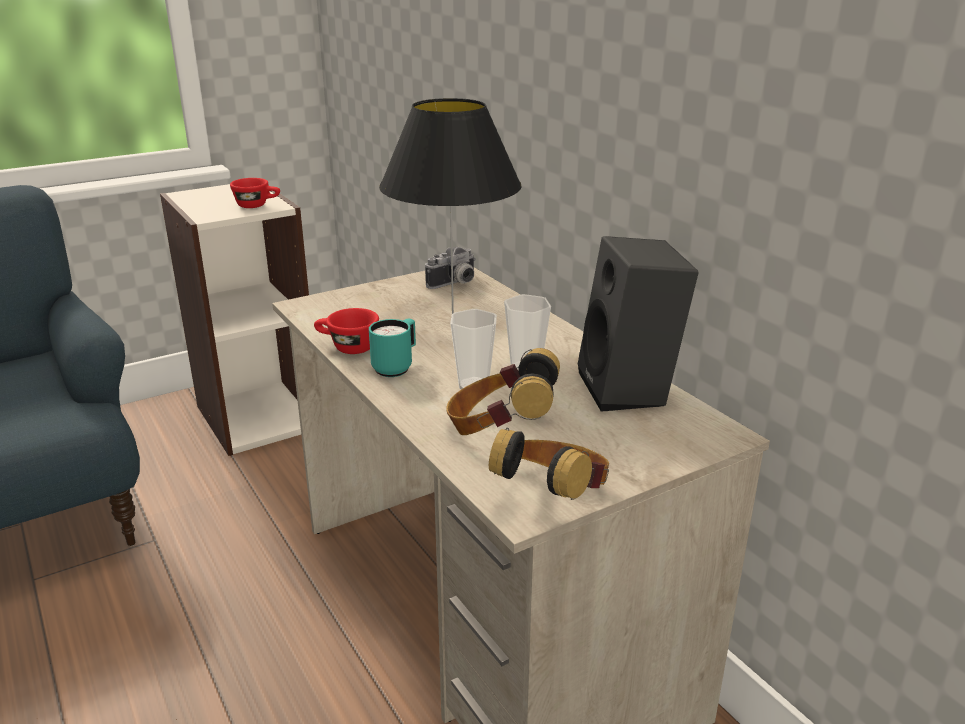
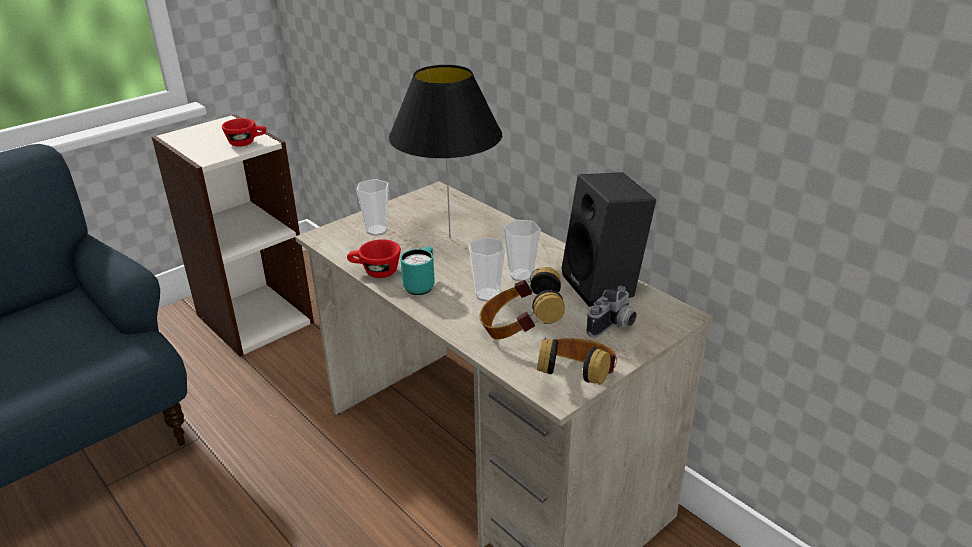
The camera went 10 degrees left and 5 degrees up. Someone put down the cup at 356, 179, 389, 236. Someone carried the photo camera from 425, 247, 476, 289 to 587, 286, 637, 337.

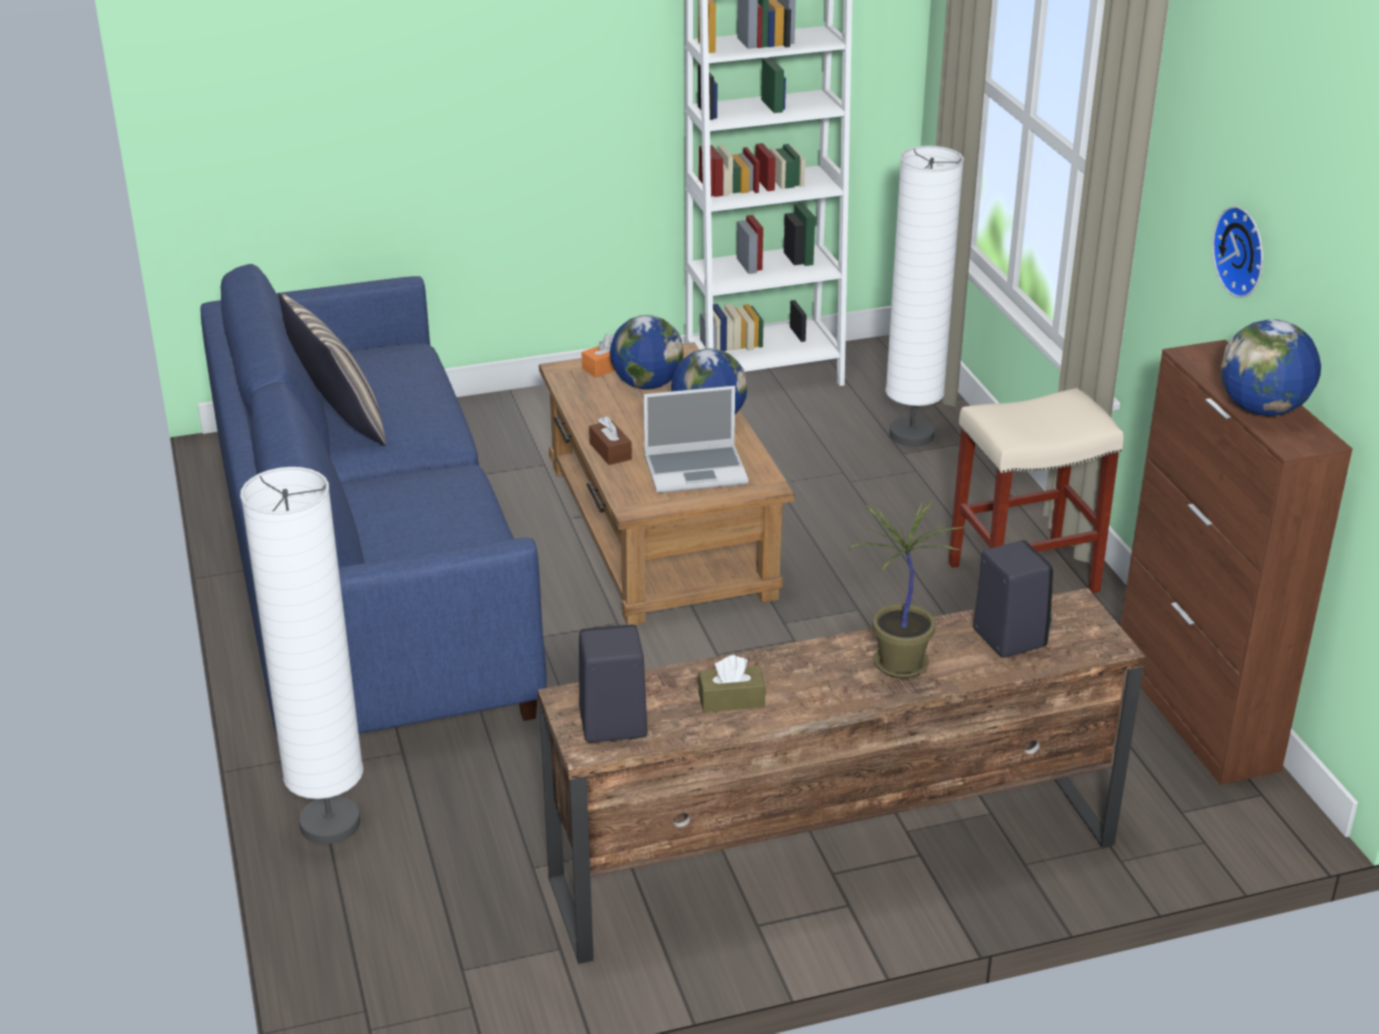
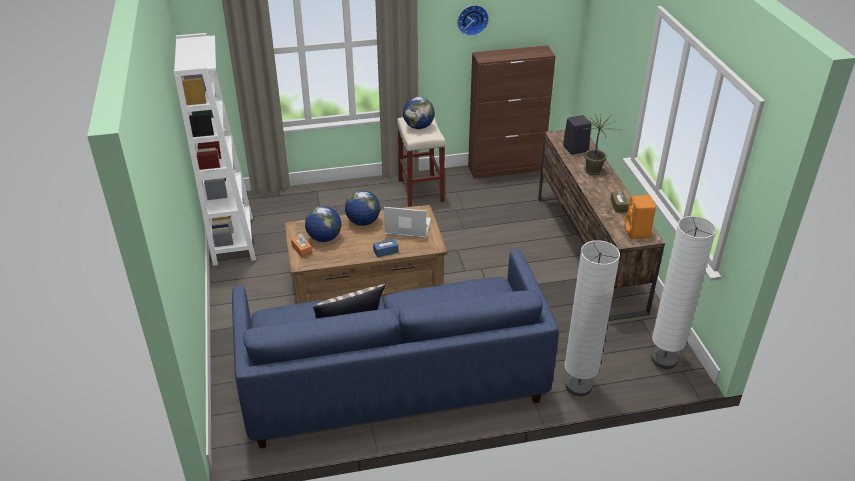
The camera went 85 degrees left and 5 degrees up. Someone carried the white floor lamp from 886, 146, 964, 446 to 652, 216, 716, 369. Someone carried the globe from 1221, 319, 1321, 416 to 403, 97, 435, 129. Someone repainted the black speaker at 579, 624, 647, 743, which became the orange speaker at 625, 195, 656, 239. Someone repainted the brown tissue box at 589, 416, 632, 465, which became the blue tissue box at 373, 237, 398, 258. Someone rotated the laptop at 644, 386, 749, 493 by 75 degrees counterclockwise.

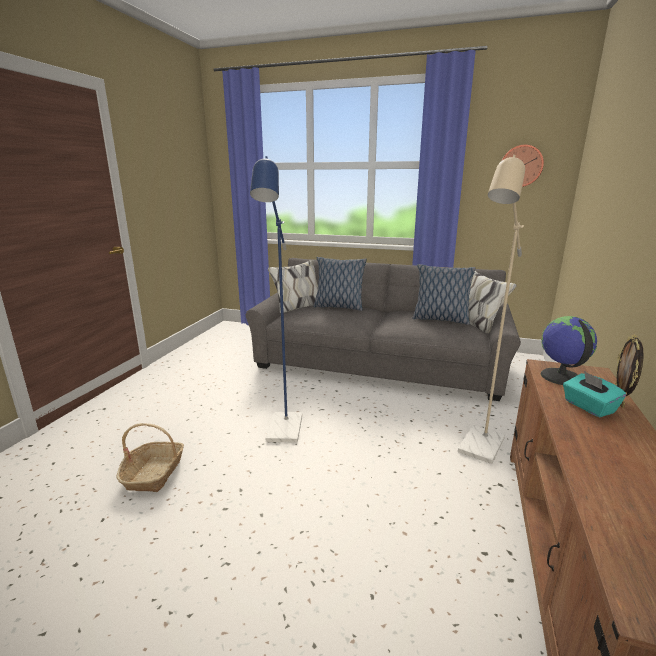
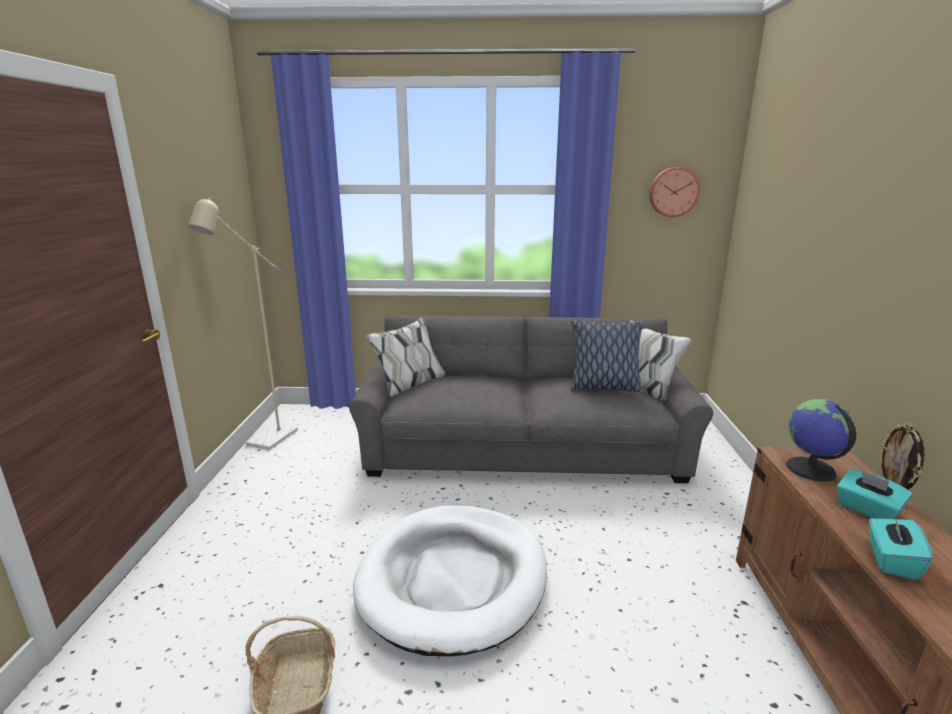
The camera went 15 degrees left and 0 degrees up. Someone took away the pillow at 313, 257, 366, 311. Someone put down the turquoise tissue box at 869, 512, 933, 580. Someone carried the beige floor lamp from 458, 155, 525, 464 to 188, 197, 298, 450. Someone swapped the blue floor lamp at 250, 156, 302, 443 for the white dog bed at 353, 505, 547, 656.

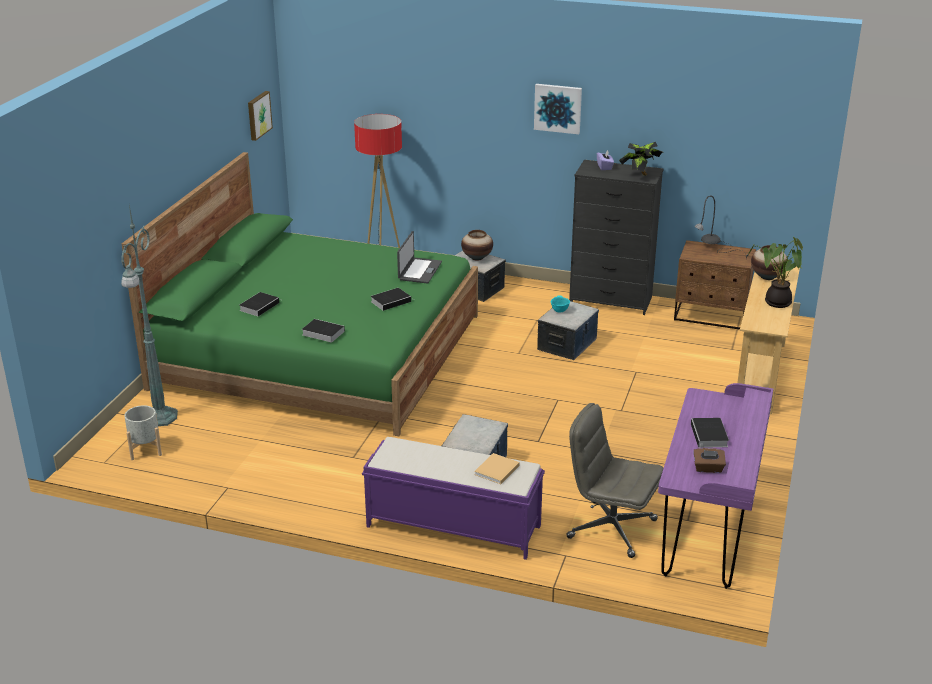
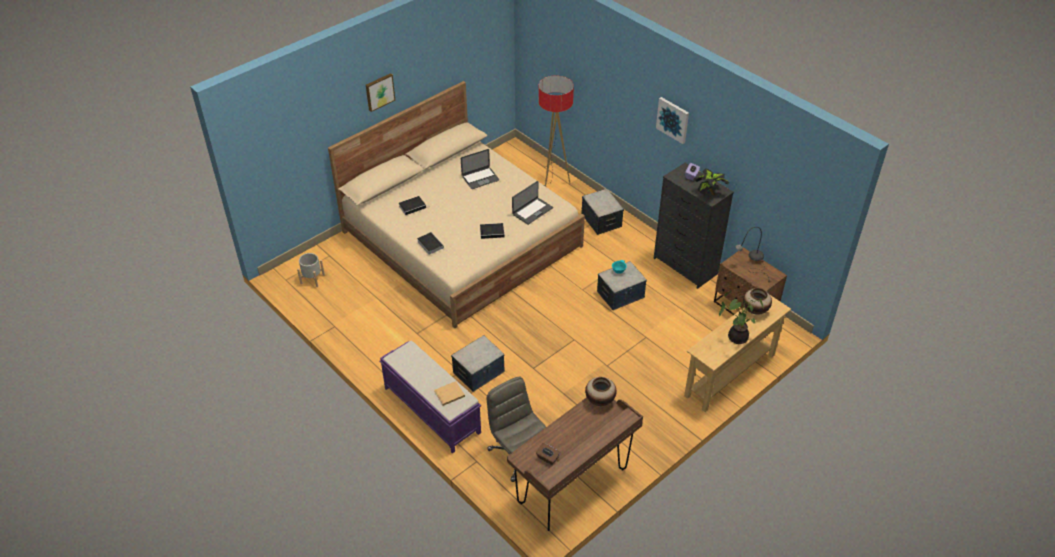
The camera went 30 degrees right and 15 degrees up. Someone took away the green floor lamp at 121, 205, 178, 426. Someone took away the book at 691, 418, 729, 448. Someone put down the laptop at 461, 149, 499, 189. Someone carried the picture from 248, 91, 273, 141 to 366, 73, 395, 112. Someone carried the vase from 461, 230, 493, 261 to 585, 377, 617, 406. Someone repainted the green bed at 122, 152, 478, 436, which became the beige bed at 328, 81, 585, 328. Someone repainted the purple desk at 658, 383, 773, 589, which became the brown desk at 507, 397, 643, 531.

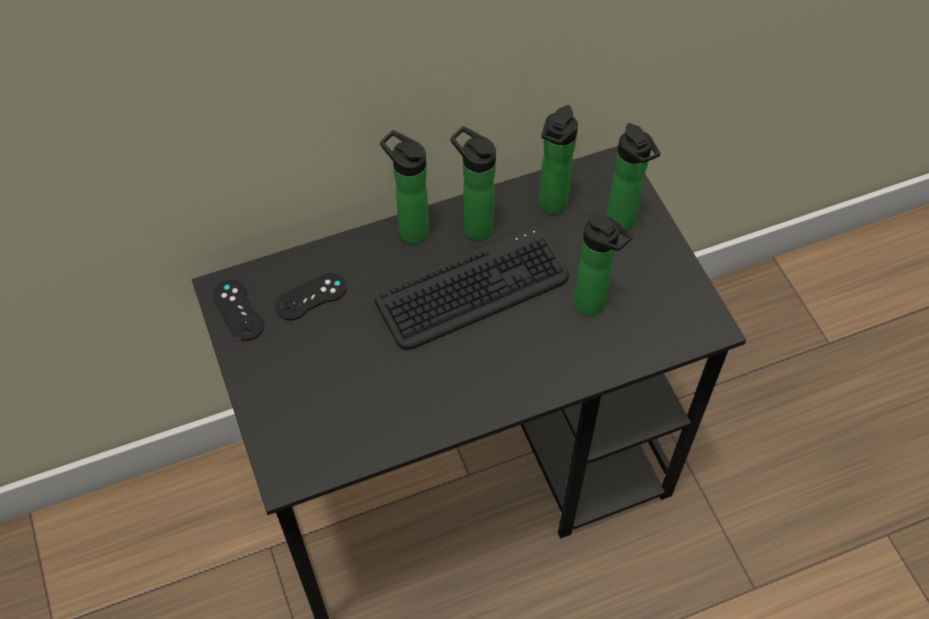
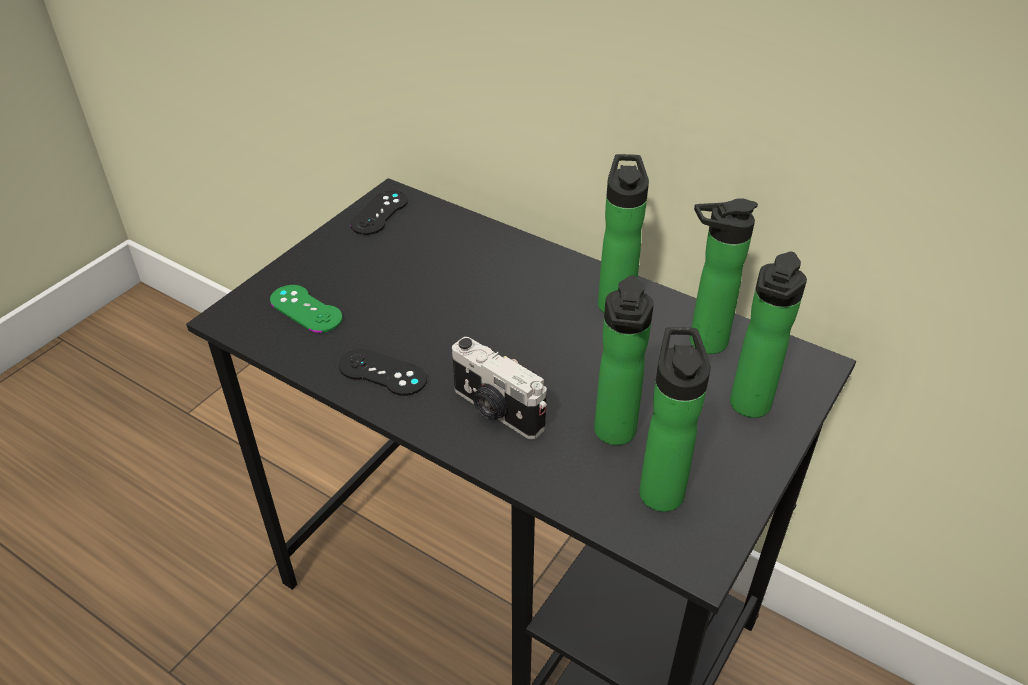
The camera went 55 degrees right and 15 degrees down. Someone took away the keyboard at 374, 226, 569, 350. Someone put down the green game controller at 270, 285, 343, 333. Someone put down the photo camera at 452, 337, 547, 439. Someone carried the black game controller from 275, 273, 347, 320 to 339, 349, 427, 396. Someone carried the bottle from 380, 130, 429, 244 to 639, 327, 711, 512.

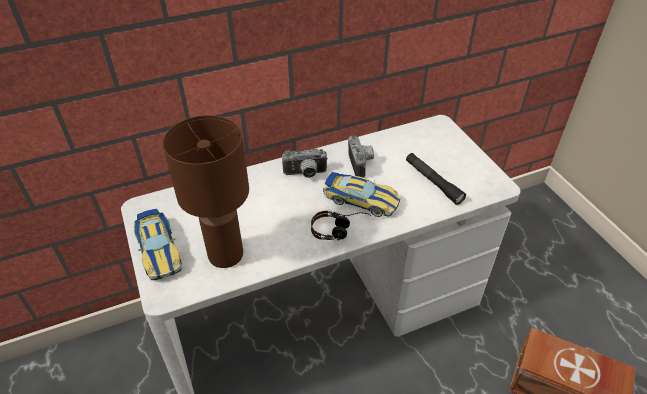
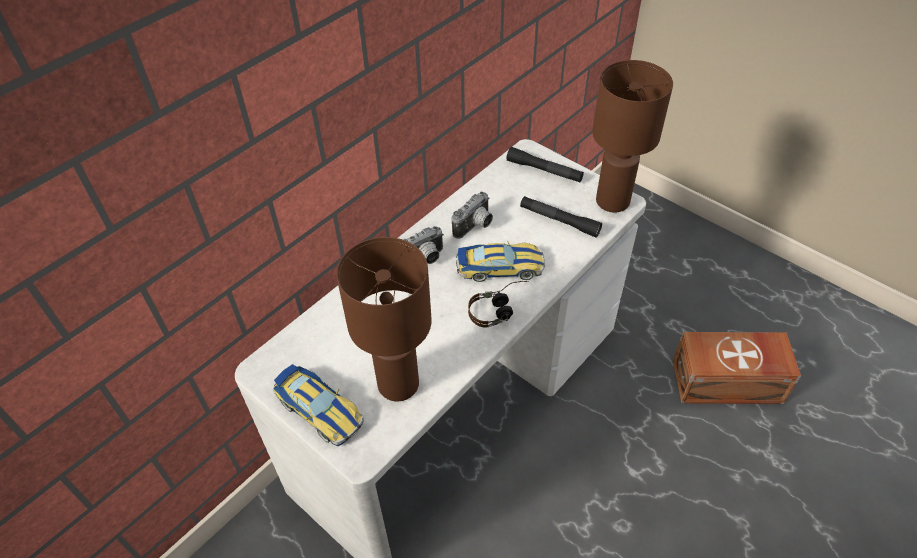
The camera went 25 degrees left and 5 degrees up. Someone put down the black flashlight at 506, 147, 584, 183. Someone put down the brown table lamp at 592, 60, 673, 213. Someone rotated the photo camera at 348, 135, 374, 178 by 75 degrees clockwise.

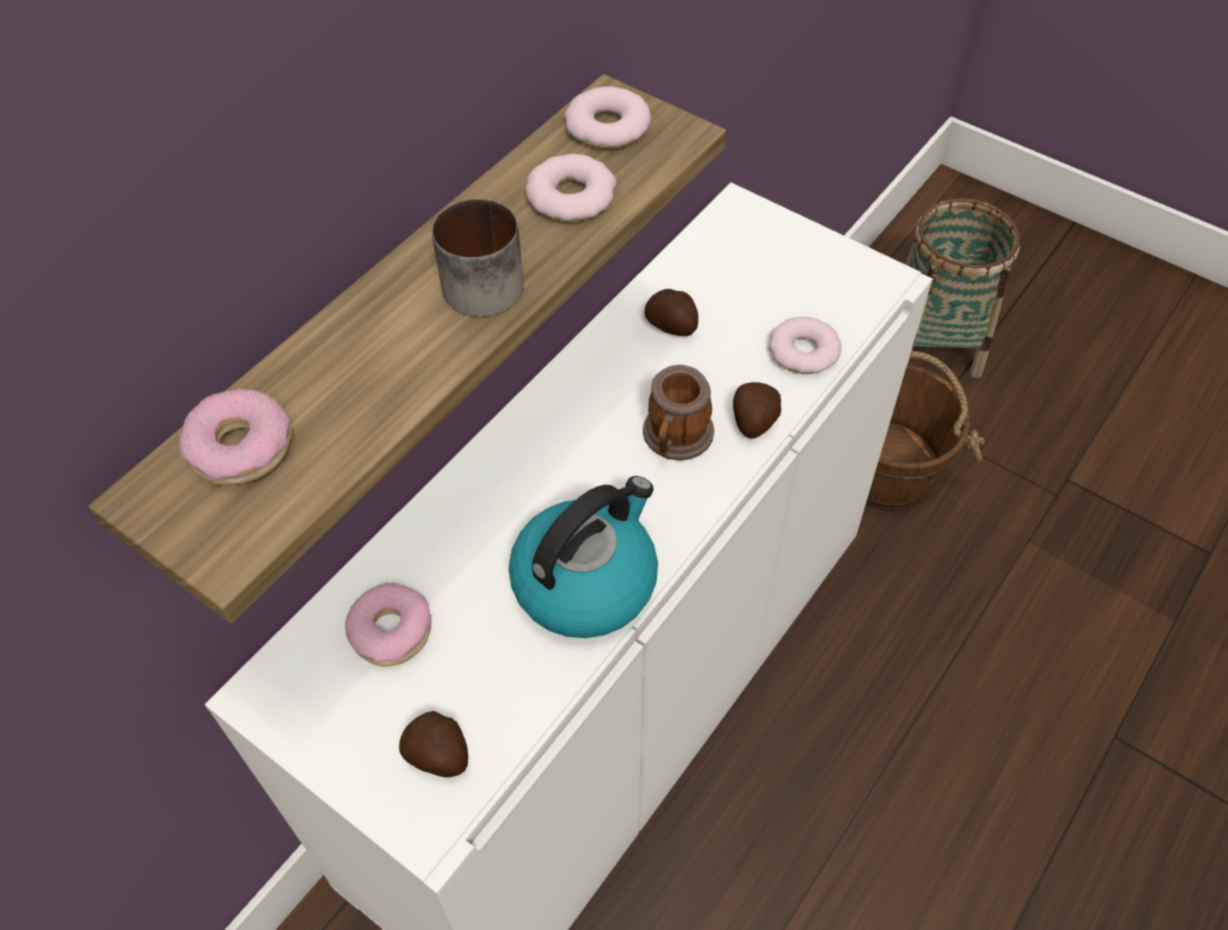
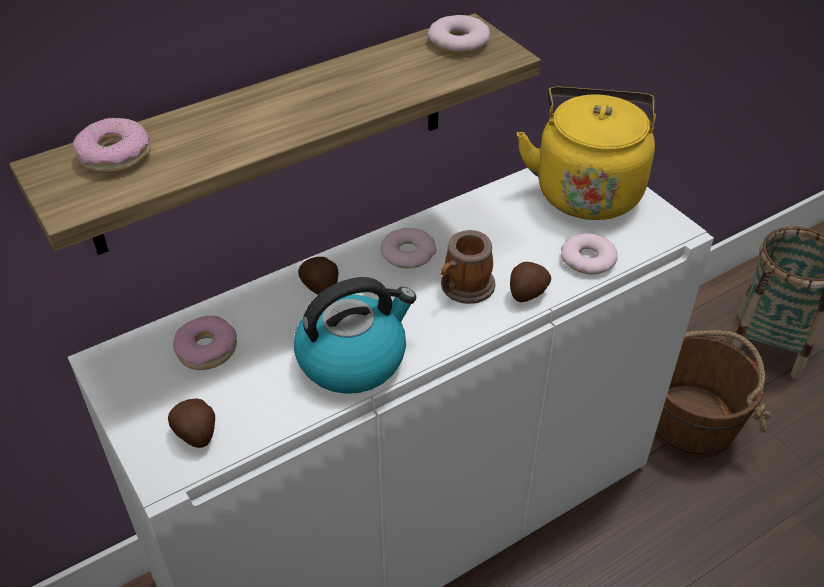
The camera went 20 degrees right and 10 degrees down. Someone took away the mug at 432, 199, 524, 317. Someone put down the yellow kettle at 517, 87, 655, 220. Someone carried the donut from 525, 154, 617, 222 to 380, 228, 437, 269. Someone carried the potato from 644, 289, 698, 336 to 298, 257, 338, 295.

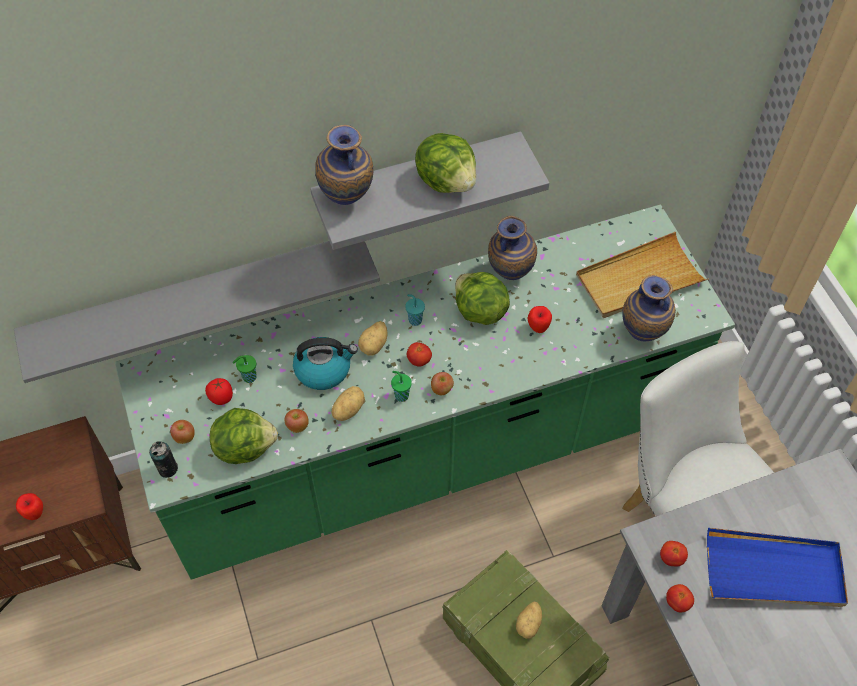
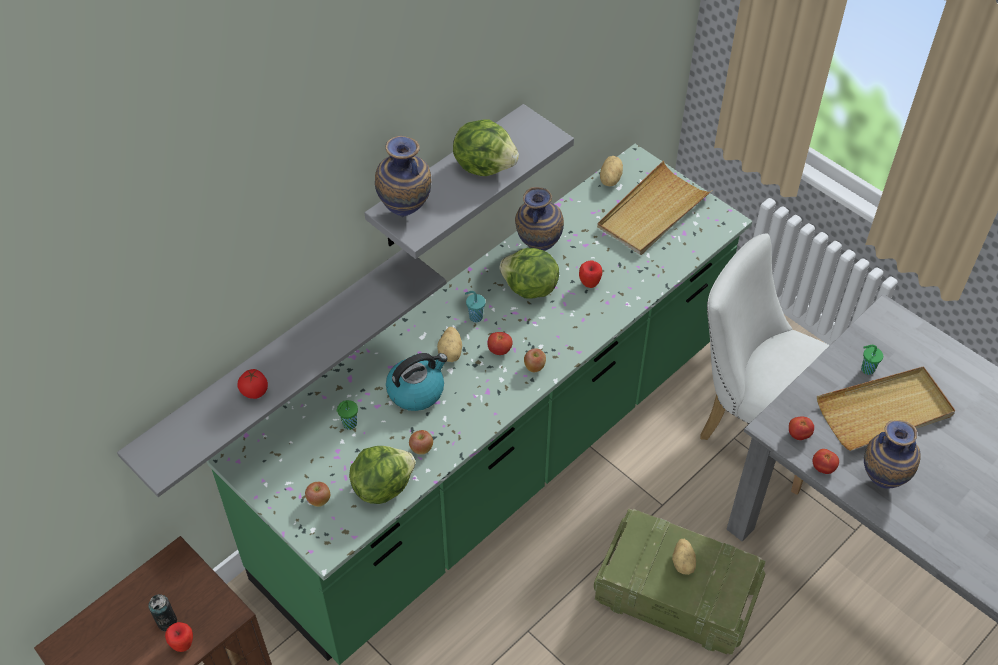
The camera went 25 degrees left and 5 degrees down. Someone carried the can from 149, 441, 178, 478 to 148, 594, 177, 631. Someone carried the tomato from 205, 378, 233, 405 to 237, 369, 268, 399. Someone carried the potato from 331, 386, 365, 421 to 600, 156, 623, 186. Someone carried the green cup from 391, 371, 412, 402 to 861, 345, 883, 375. Someone carried the vase from 622, 275, 676, 341 to 864, 420, 921, 488. Someone repainted the blue tray at 707, 528, 848, 607, which became the beige tray at 817, 366, 955, 451.

